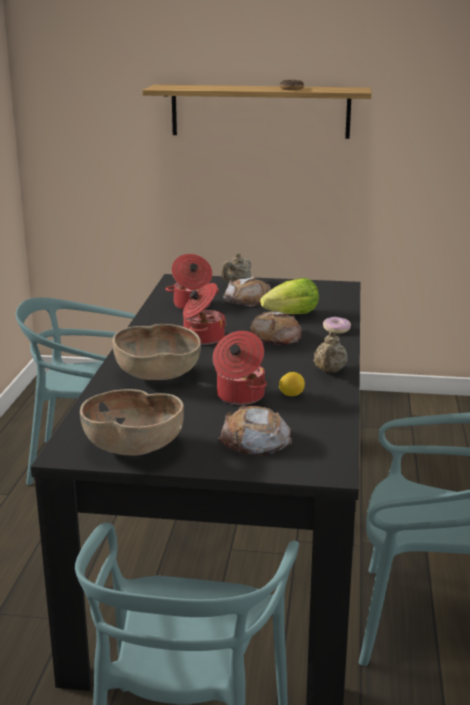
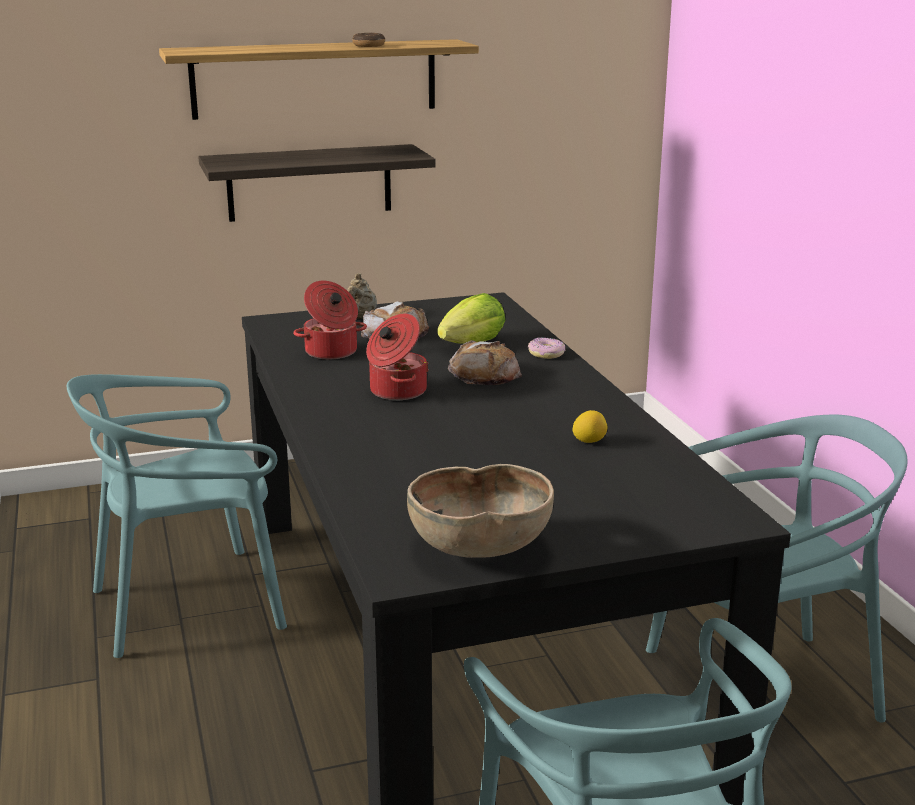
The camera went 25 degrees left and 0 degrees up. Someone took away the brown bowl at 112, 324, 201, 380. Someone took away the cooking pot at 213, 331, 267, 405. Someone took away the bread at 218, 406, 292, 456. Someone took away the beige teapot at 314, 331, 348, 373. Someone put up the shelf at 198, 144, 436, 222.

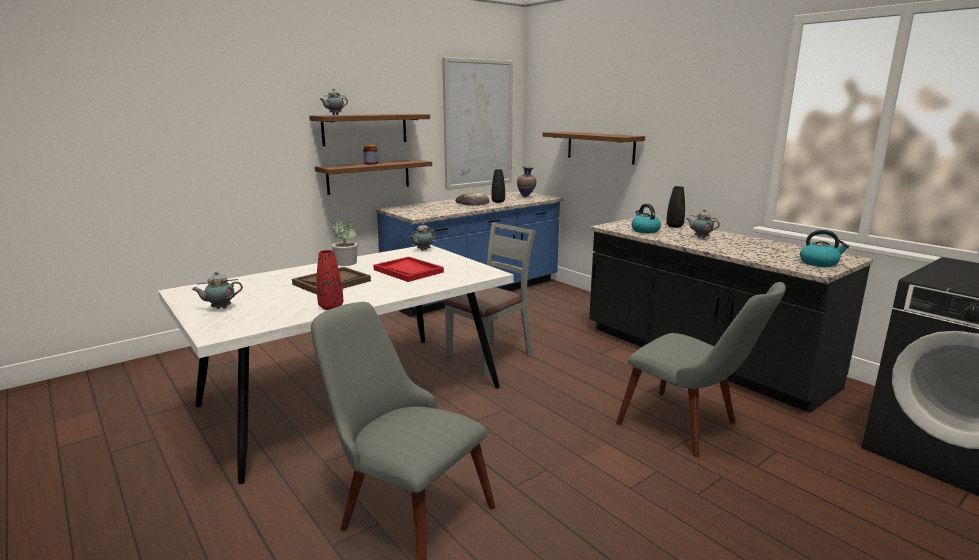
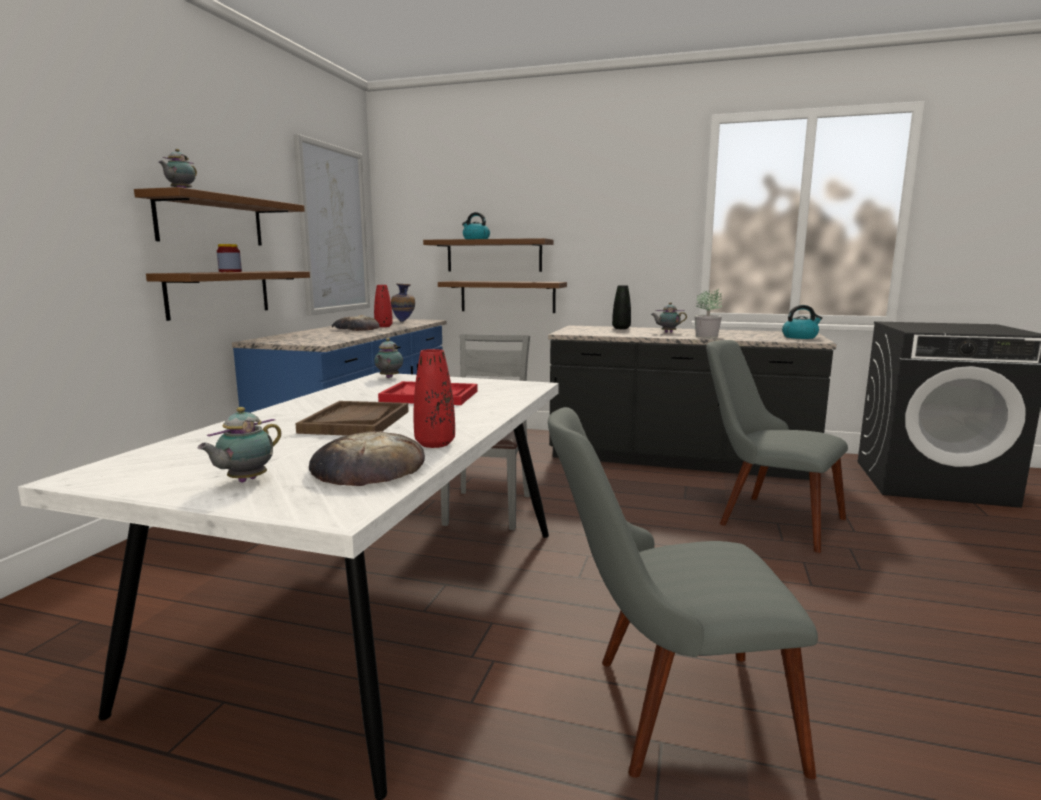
The camera went 35 degrees left and 5 degrees down. Someone put down the bread at 309, 431, 425, 486. Someone put up the brown shelf at 438, 281, 567, 313. Someone carried the potted plant from 332, 220, 358, 266 to 695, 289, 722, 337. Someone carried the kettle from 631, 204, 661, 233 to 462, 212, 490, 239. Someone repainted the black vase at 491, 169, 505, 203, which became the red vase at 374, 285, 393, 327. Someone rotated the grey chair at 616, 282, 786, 457 by 150 degrees counterclockwise.

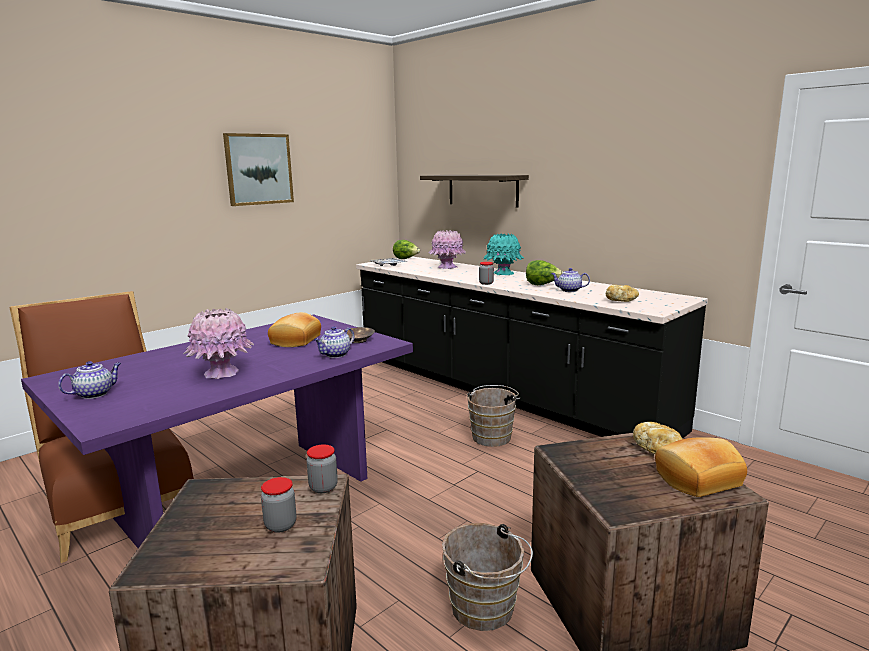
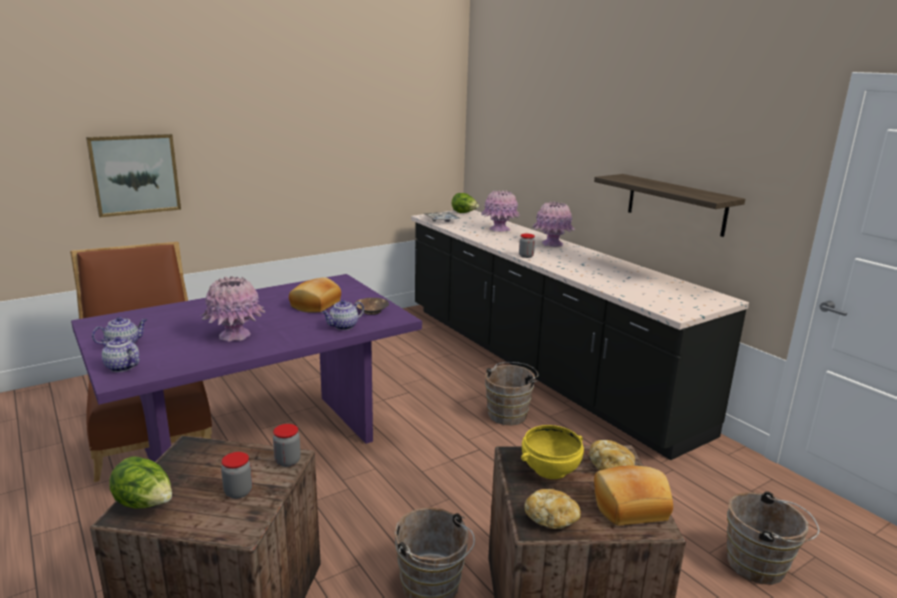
The camera went 10 degrees right and 5 degrees up. Someone put down the yellow bowl at 521, 425, 584, 479. Someone put down the brown bucket at 727, 491, 819, 585. Someone carried the picture from 223, 133, 294, 206 to 86, 134, 181, 217. Someone carried the shelf from 420, 175, 529, 207 to 594, 174, 745, 237. Someone carried the lettuce from 526, 260, 563, 285 to 110, 456, 172, 509. Someone carried the teapot from 551, 268, 590, 292 to 101, 336, 139, 372. Someone carried the bread from 606, 285, 639, 302 to 524, 489, 581, 529. Someone repainted the turquoise vase at 484, 233, 524, 275, which became the pink vase at 532, 202, 575, 247.

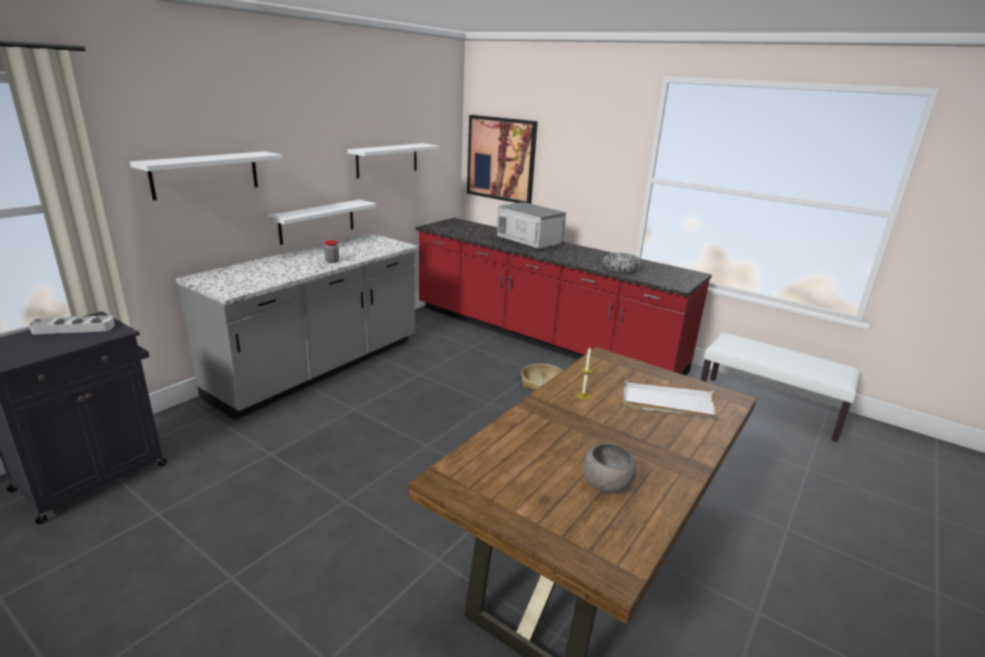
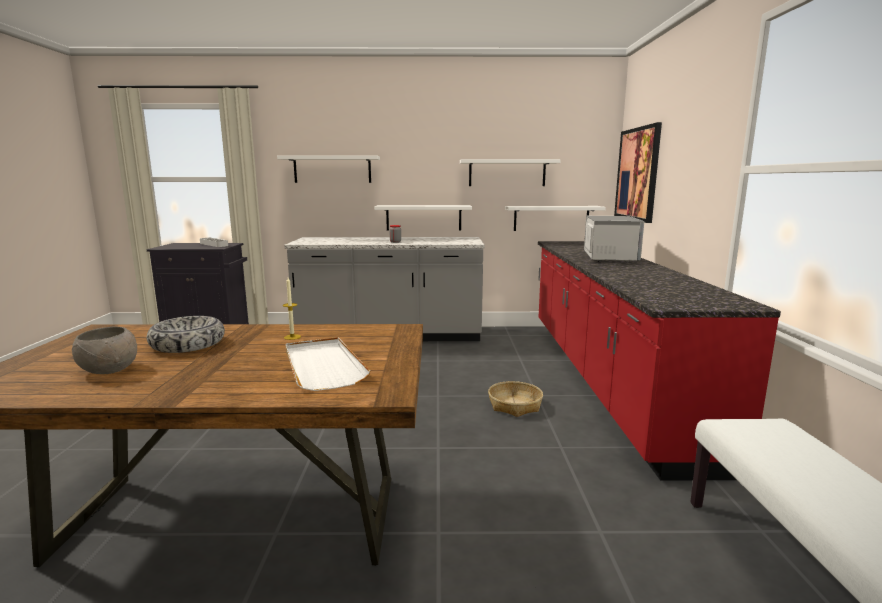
The camera went 55 degrees right and 10 degrees down. Someone put up the white shelf at 505, 206, 606, 231. Someone carried the bowl from 603, 253, 641, 273 to 147, 316, 225, 353.

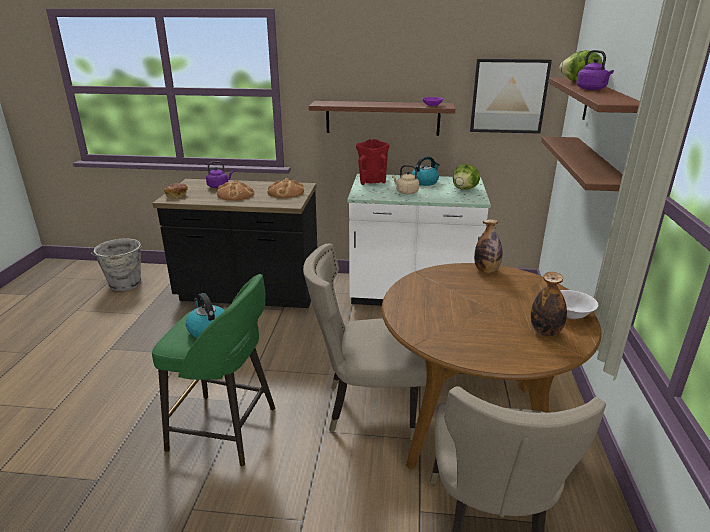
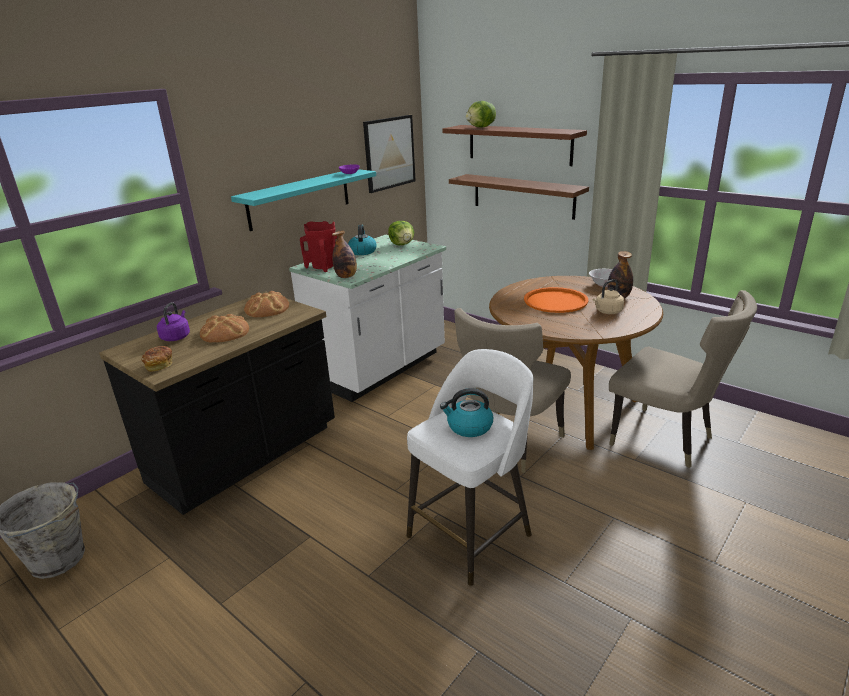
The camera went 55 degrees left and 0 degrees up. Someone took away the purple kettle at 576, 50, 614, 90. Someone put down the orange tray at 524, 287, 589, 313. Someone carried the beige kettle from 392, 165, 419, 194 to 593, 279, 624, 314. Someone carried the bottle from 474, 219, 502, 273 to 332, 230, 357, 278. Someone repainted the green stool at 152, 274, 275, 466, which became the white stool at 407, 349, 533, 586. Someone repainted the brown shelf at 309, 101, 455, 136, which became the turquoise shelf at 231, 169, 376, 231.

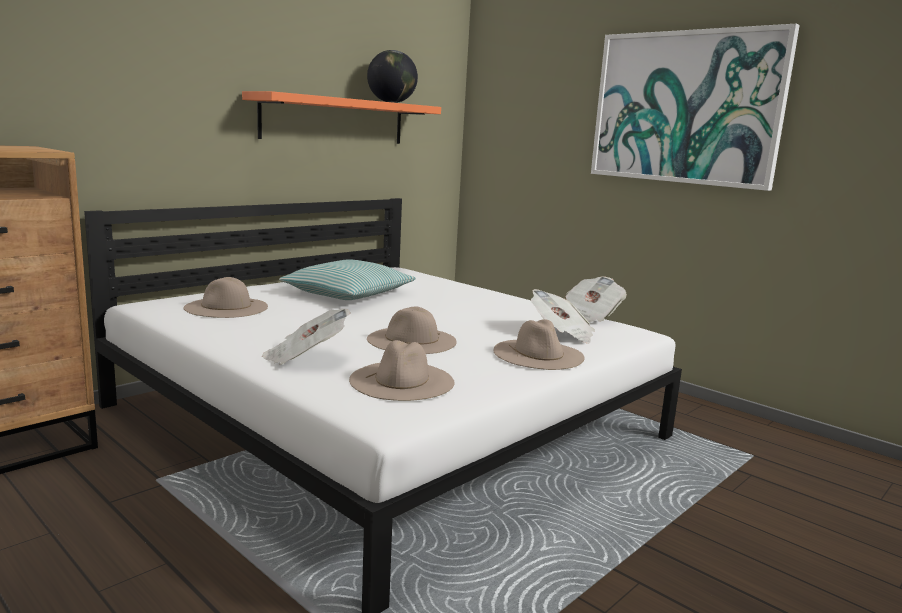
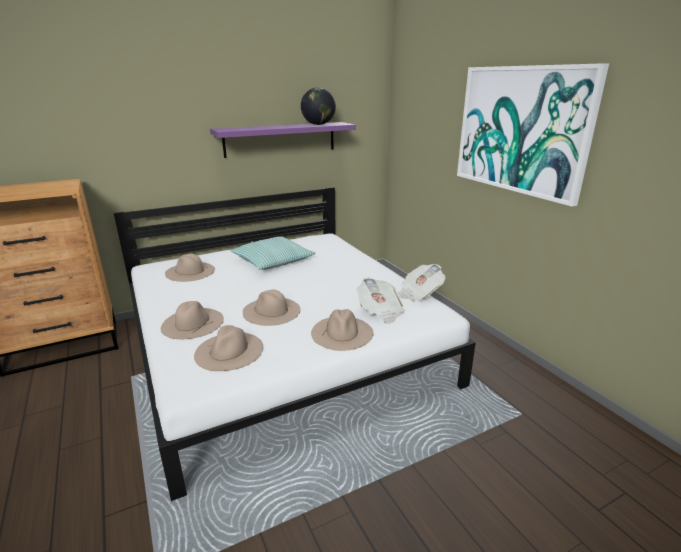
The camera went 20 degrees right and 10 degrees up. Someone swapped the newspaper at 262, 309, 351, 365 for the beige hat at 161, 301, 224, 339. Someone repainted the orange shelf at 242, 91, 441, 144, which became the purple shelf at 210, 122, 356, 158.

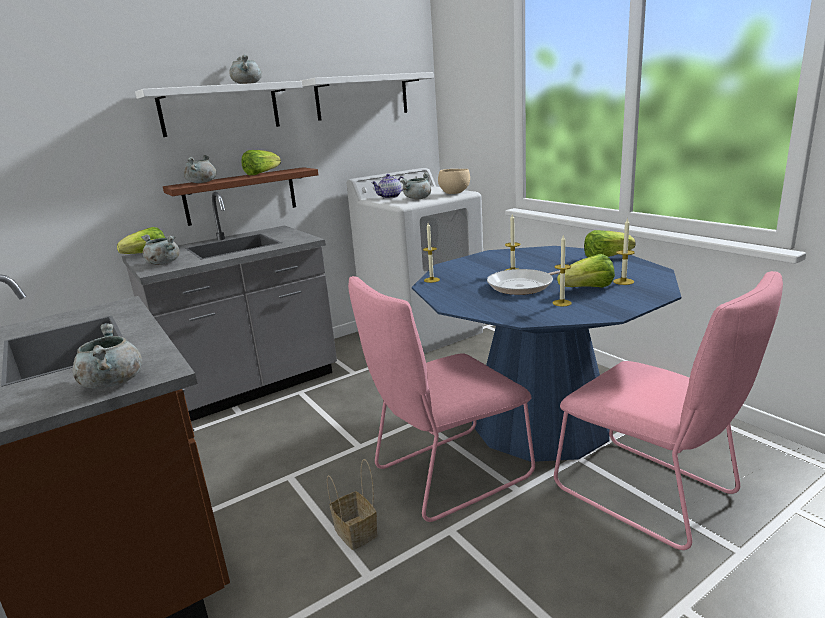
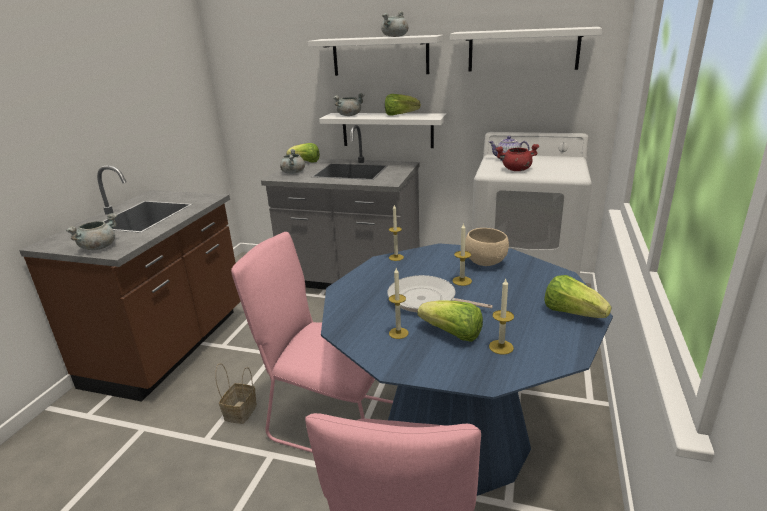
The camera went 50 degrees right and 5 degrees up. Someone carried the beige bowl from 438, 169, 470, 194 to 465, 228, 509, 266. Someone repainted the brown shelf at 163, 167, 318, 226, which became the white shelf at 319, 113, 447, 148. Someone repainted the grey cooking pot at 400, 172, 431, 199, which became the red cooking pot at 495, 144, 539, 171.

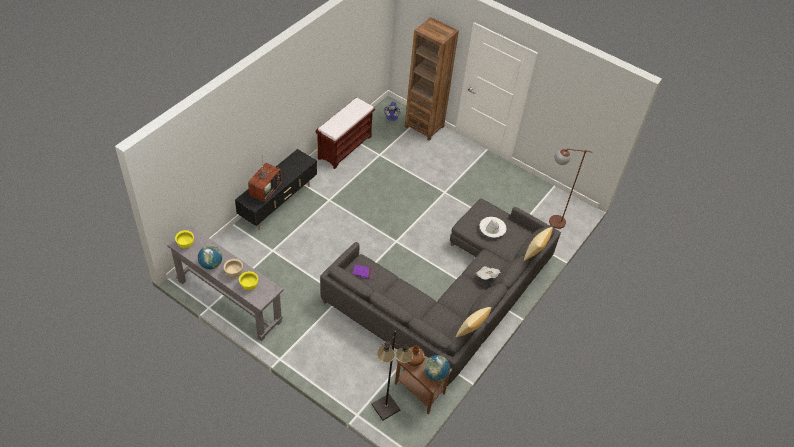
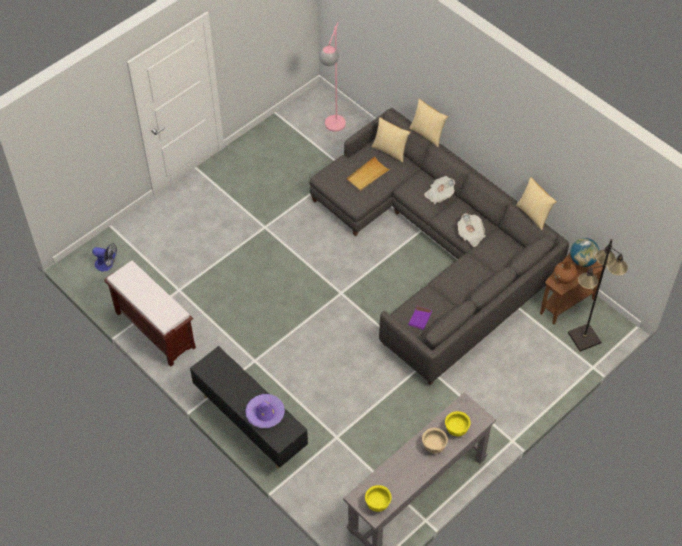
The camera went 75 degrees left and 5 degrees up. Someone took away the globe at 198, 245, 222, 269. Someone took away the brown bookcase at 404, 17, 459, 141. Someone put down the pillow at 372, 117, 411, 163. Someone put down the newspaper at 457, 213, 486, 247. Someone swapped the television at 248, 163, 282, 202 for the purple hat at 245, 394, 285, 428. Someone swapped the white hat at 480, 217, 507, 238 for the beige tray at 347, 156, 390, 191. Someone repainted the brown floor lamp at 549, 149, 593, 229, which became the pink floor lamp at 319, 22, 346, 132.

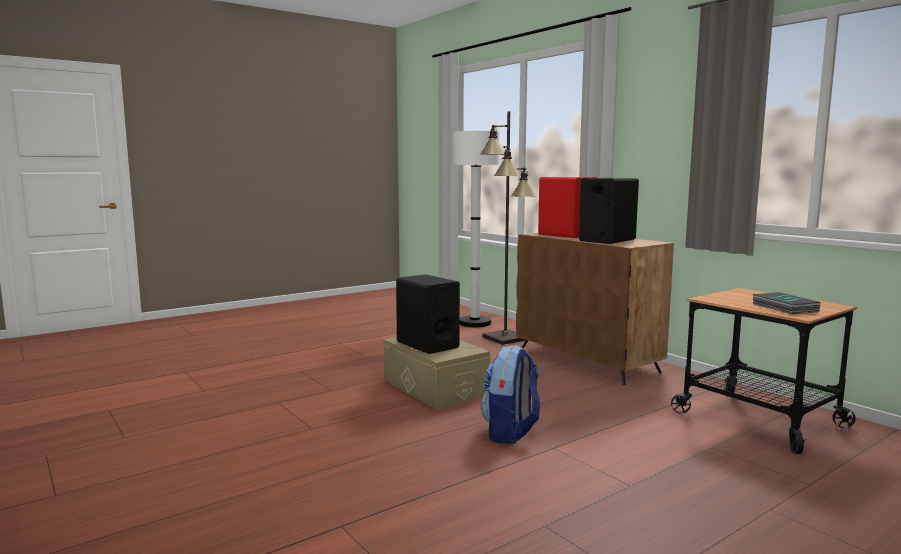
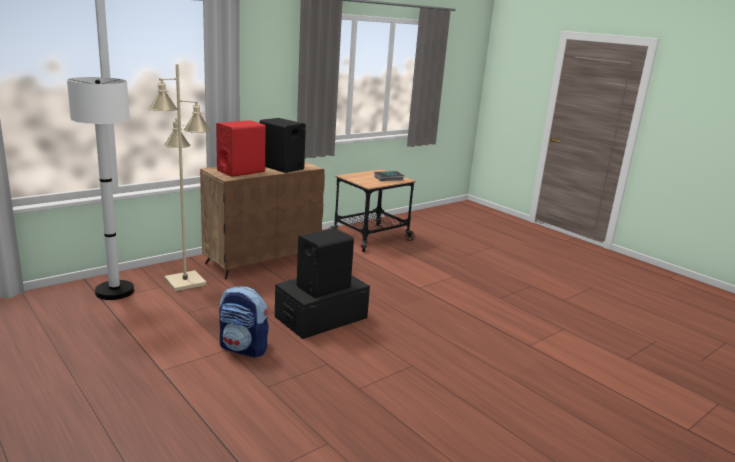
The camera went 95 degrees left and 10 degrees up. Someone carried the backpack from 481, 345, 540, 444 to 219, 286, 269, 358. Someone repainted the beige storage box at 384, 337, 490, 409, which became the black storage box at 275, 275, 370, 339. Someone repainted the black floor lamp at 481, 111, 536, 345, which became the beige floor lamp at 149, 64, 211, 291.

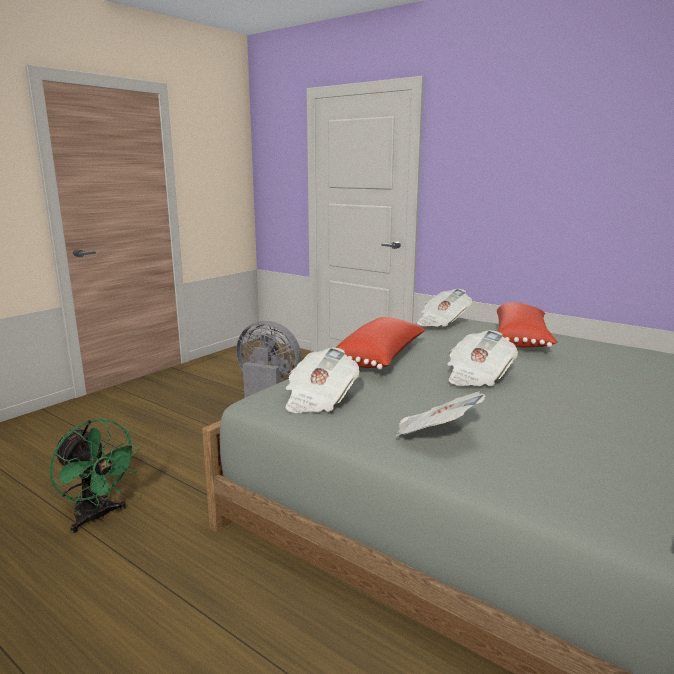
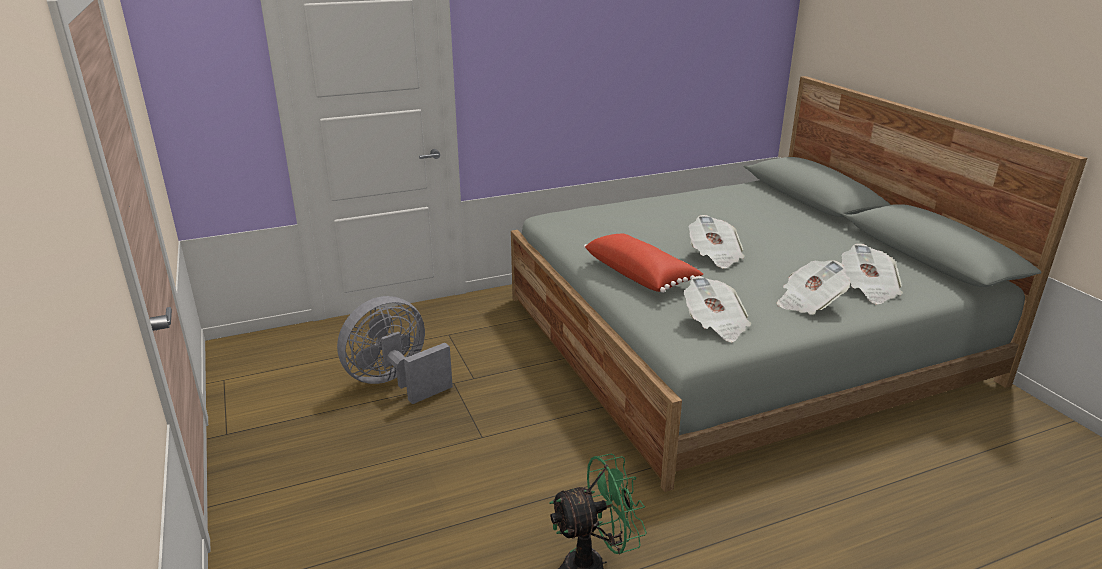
The camera went 60 degrees left and 10 degrees up. Someone took away the red pillow at 497, 302, 557, 348. Someone carried the newspaper from 417, 289, 472, 327 to 841, 244, 903, 305.

